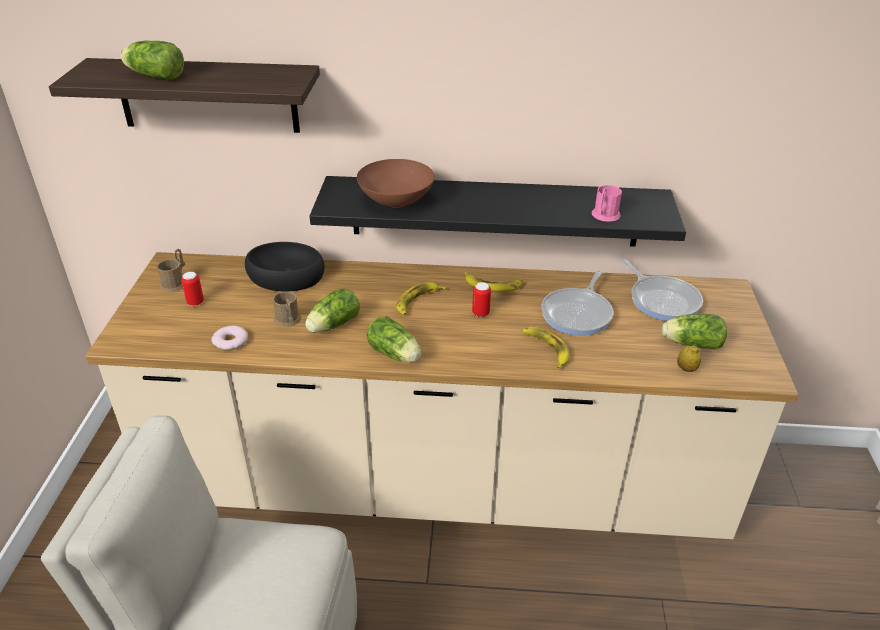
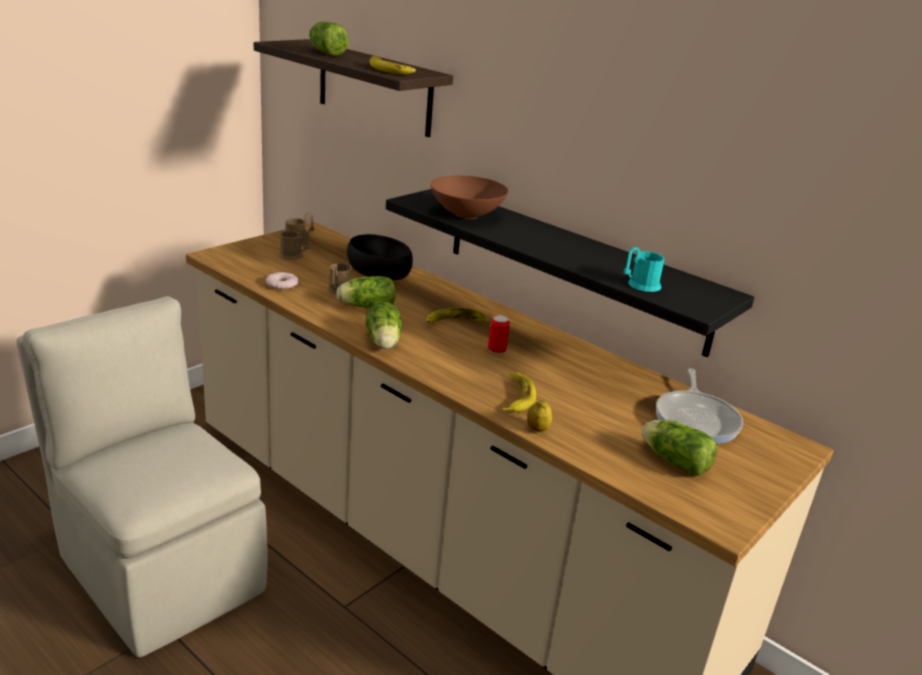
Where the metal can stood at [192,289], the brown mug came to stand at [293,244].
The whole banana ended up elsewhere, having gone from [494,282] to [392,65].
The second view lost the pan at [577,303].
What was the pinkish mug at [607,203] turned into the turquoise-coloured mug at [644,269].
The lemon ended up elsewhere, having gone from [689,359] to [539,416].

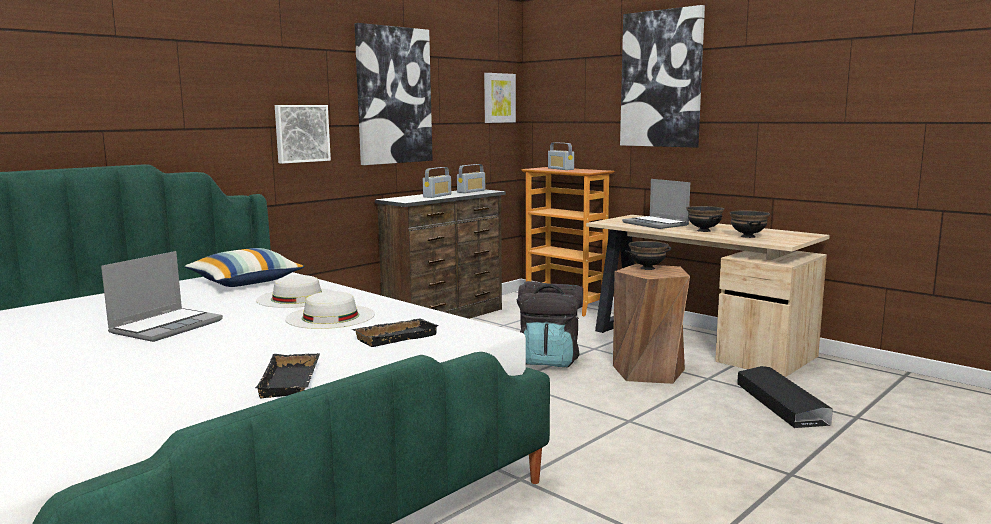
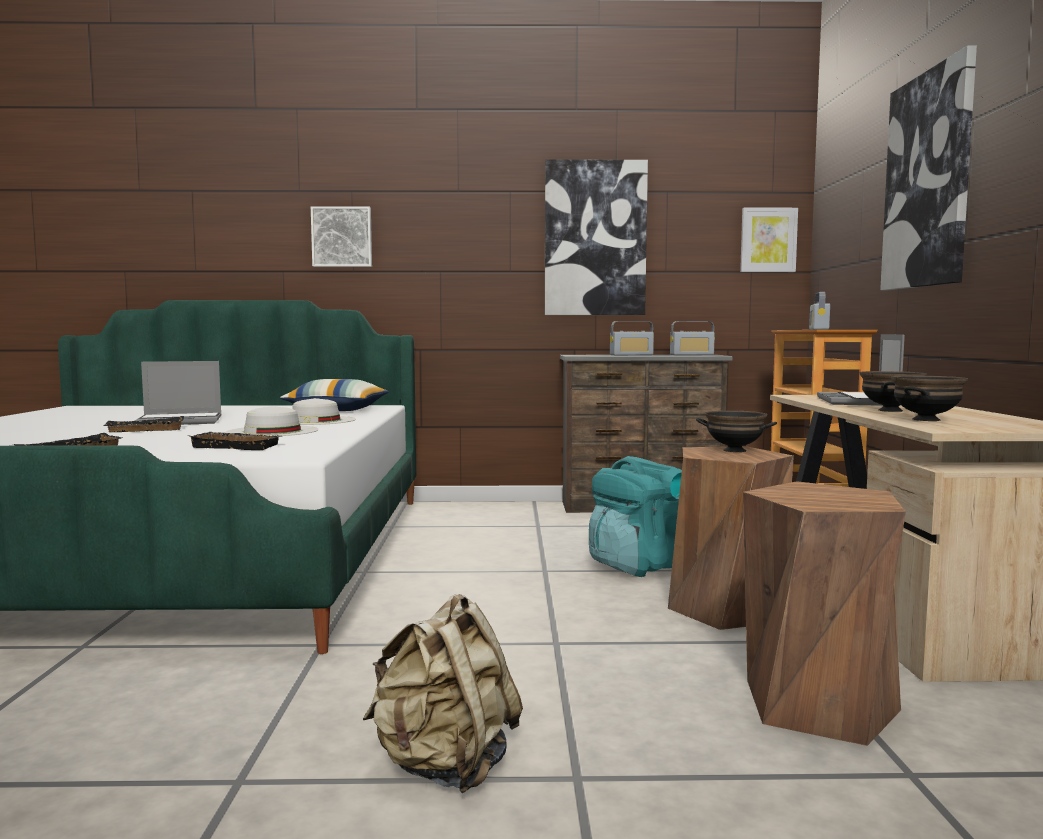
The picture ended up elsewhere, having gone from [303,134] to [341,236].
What was the blackish knapsack at [550,324] turned into the turquoise-coloured knapsack at [635,516].
Where the blackish storage bin stood at [785,397], the brown sitting stool came to stand at [824,613].
The second view gained the blackish tray at [144,424].
The second view gained the sand-coloured knapsack at [443,693].

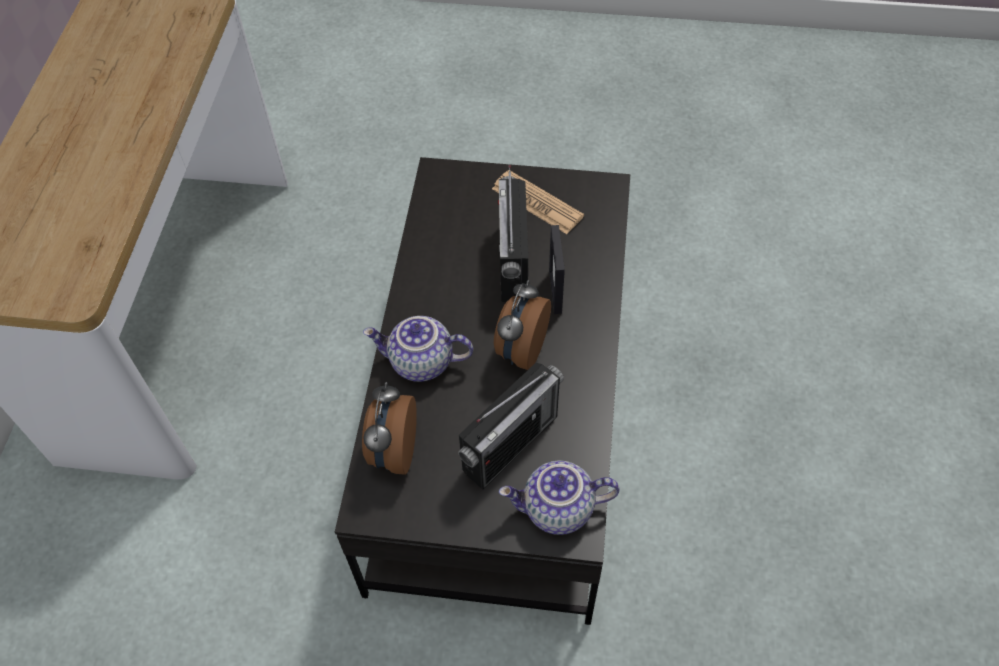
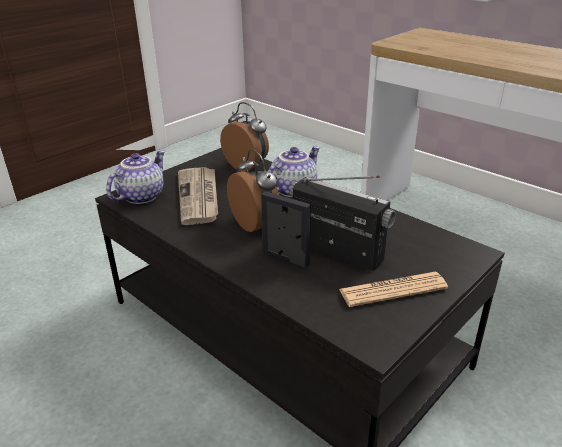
Where the radio stood at [511,426], the daily paper came to stand at [198,196].

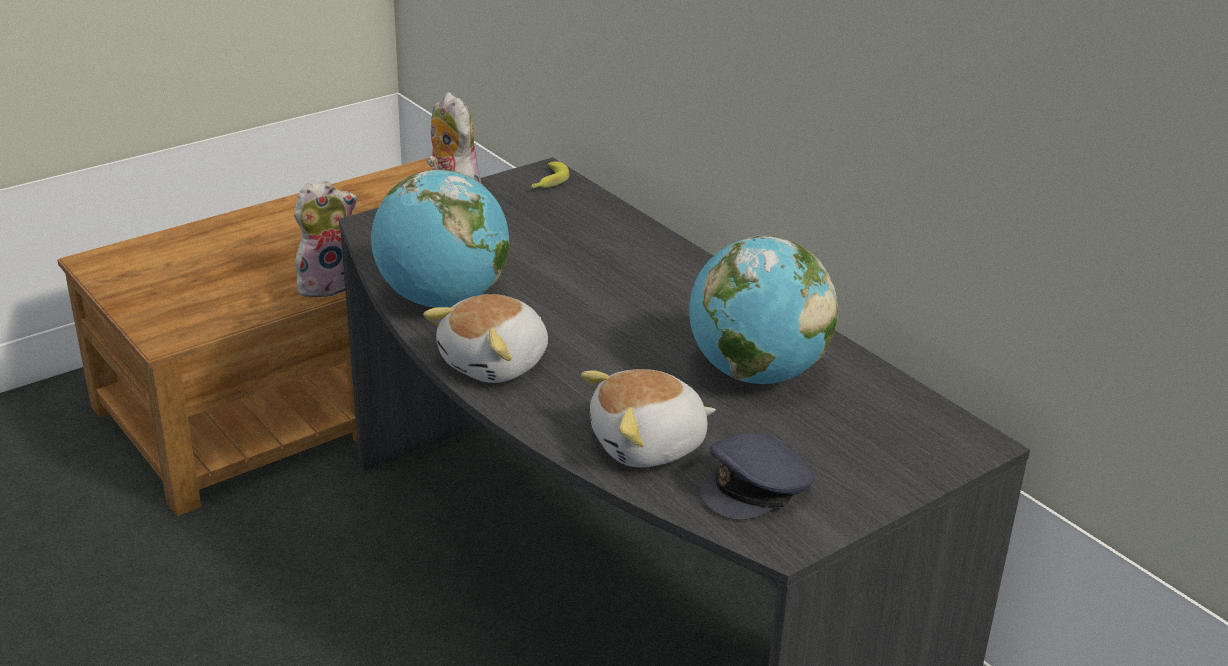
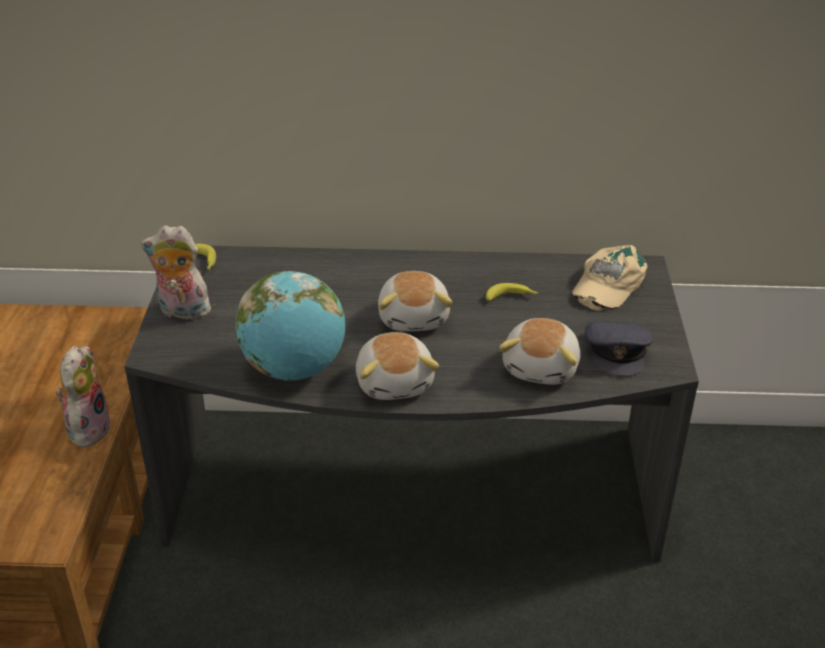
Where the desk globe stood at [763,310], the whole banana came to stand at [512,292].
The second view gained the soft toy at [415,301].
The second view gained the sand-coloured peaked cap at [610,278].

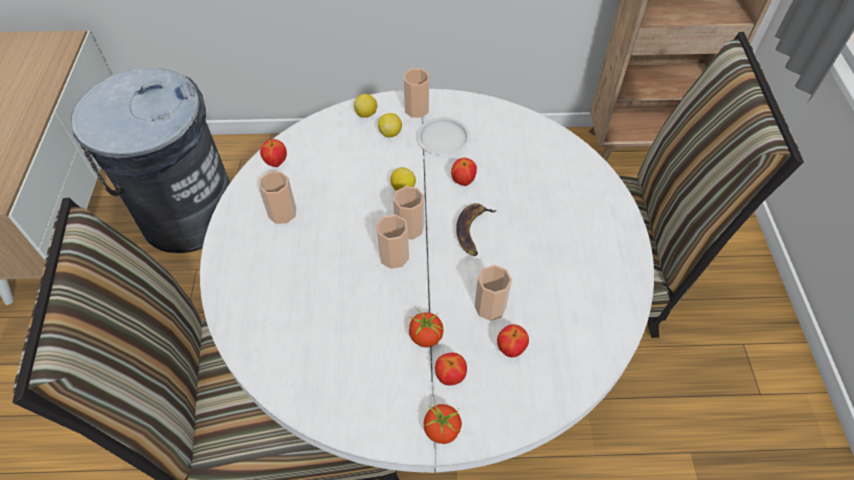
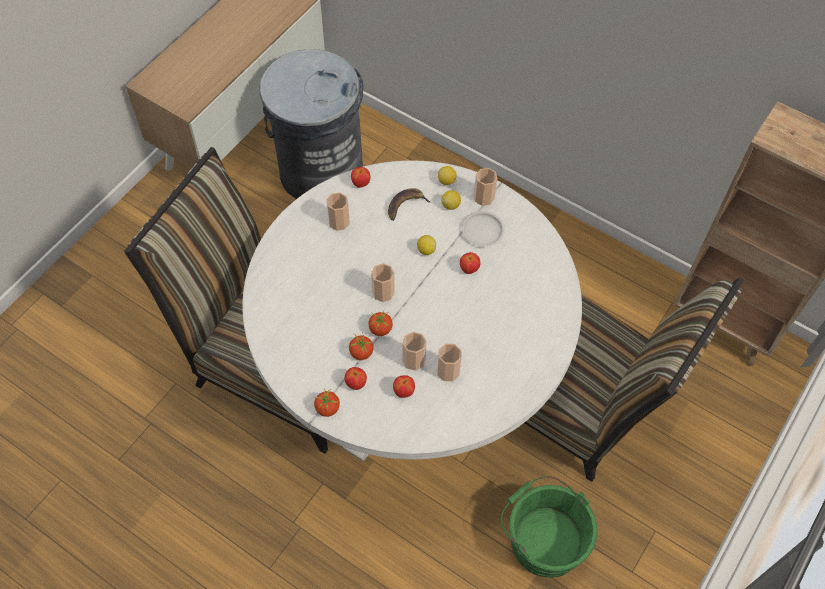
The cup ended up elsewhere, having gone from [408,213] to [449,362].
The whole banana ended up elsewhere, having gone from [476,229] to [409,204].
The second view gained the tomato at [380,323].
The second view gained the green water bucket at [549,527].

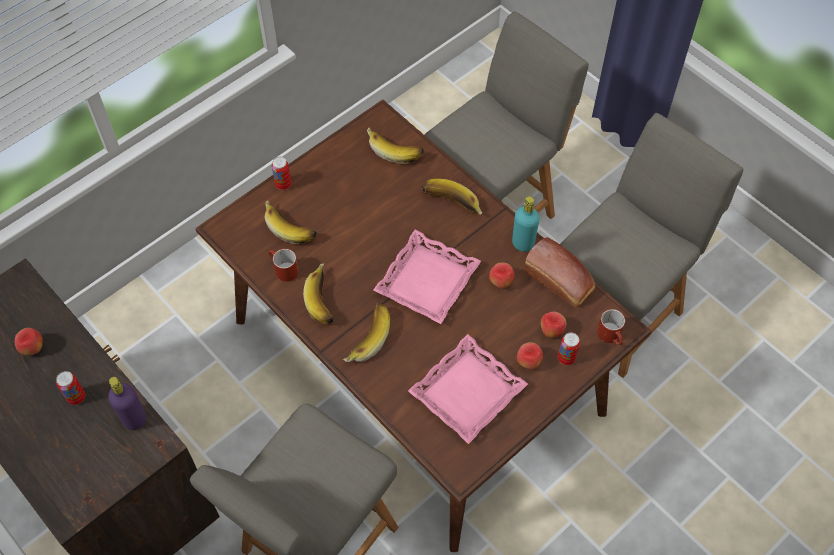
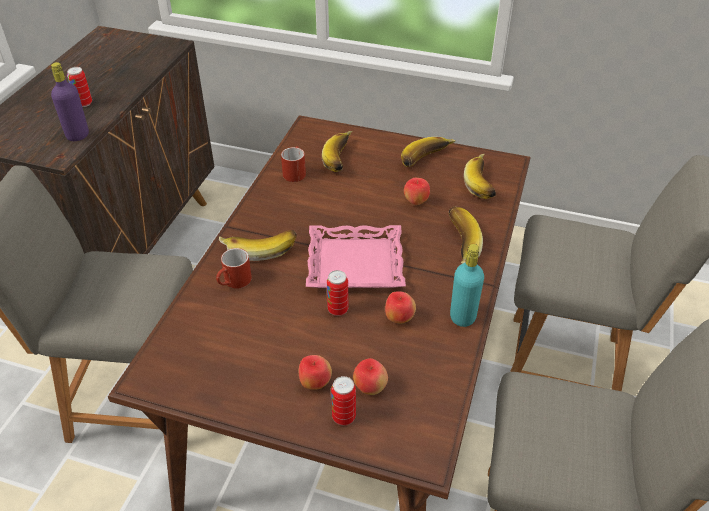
The apple ended up elsewhere, having gone from [29,341] to [417,191].
The metal can ended up elsewhere, having gone from [281,173] to [337,293].
The whole banana ended up elsewhere, having gone from [318,293] to [428,152].
The second view lost the pinkish tray at [468,389].
The second view lost the baked bread at [560,272].
The reddish mug ended up elsewhere, having gone from [611,327] to [234,268].

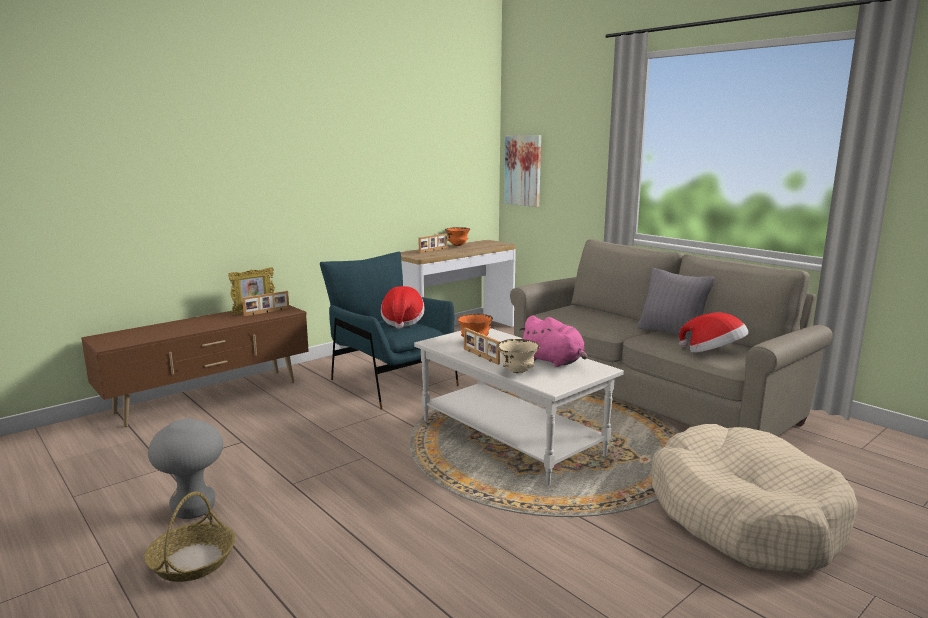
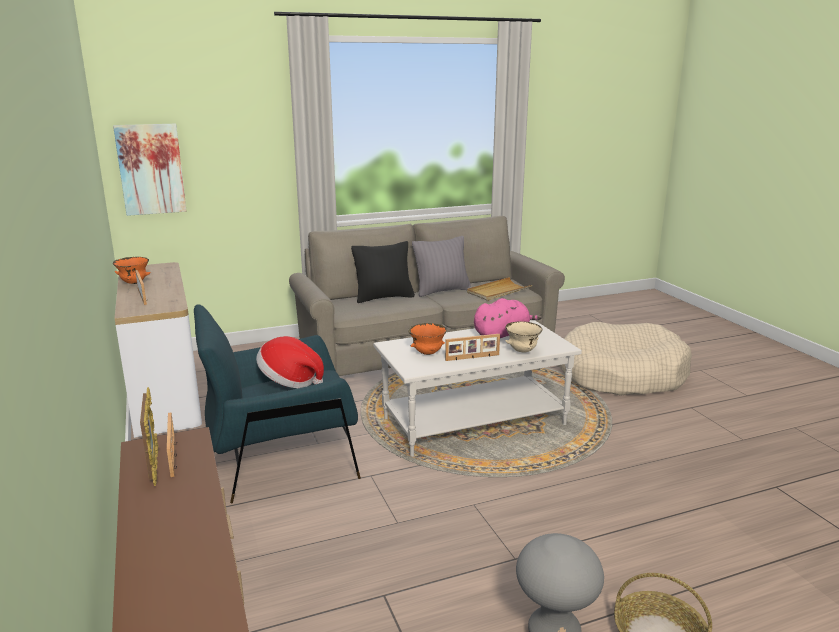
Where the wearable hat stood at [714,333], the sand-coloured tray came to stand at [499,289].
The second view gained the blackish cushion at [383,272].

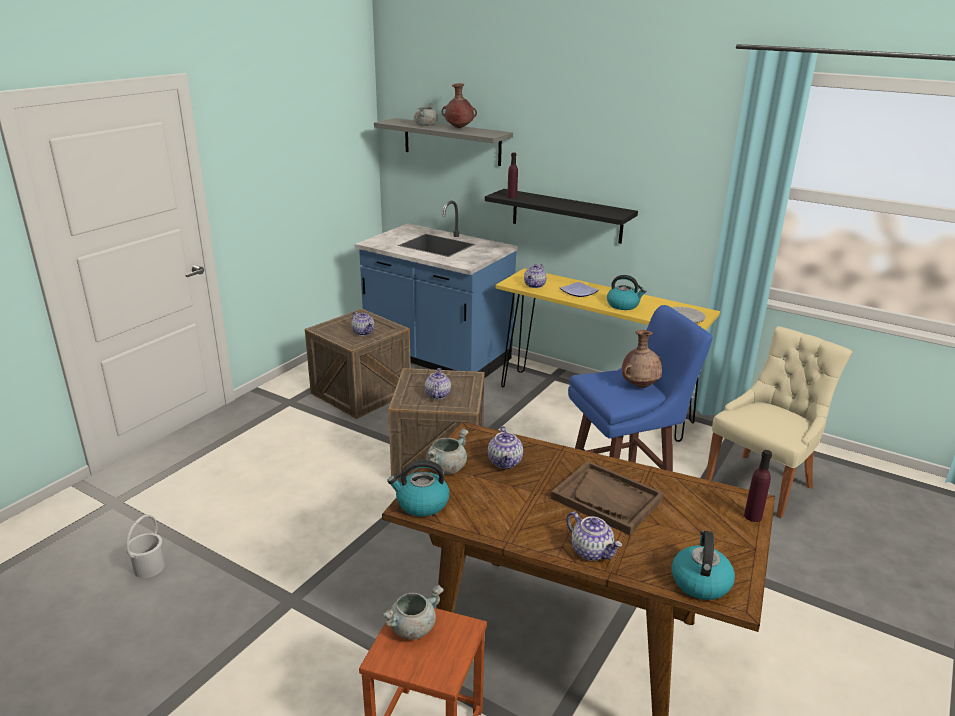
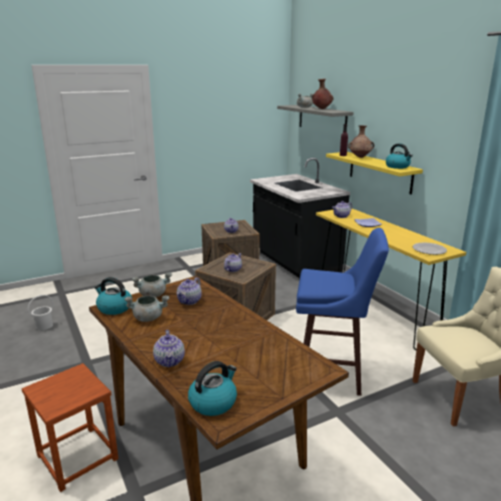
What was the bluish kitchen counter at [436,289] turned into the blackish kitchen counter at [300,218].
The grey cooking pot ended up elsewhere, having gone from [413,612] to [147,309].
What was the blackish shelf at [561,216] turned into the yellow-coloured shelf at [374,173].
The second view lost the brown tray at [607,498].
The kettle ended up elsewhere, having gone from [626,292] to [399,156].
The brown vase ended up elsewhere, having gone from [642,359] to [361,141].
The second view lost the purplish drink bottle at [758,486].

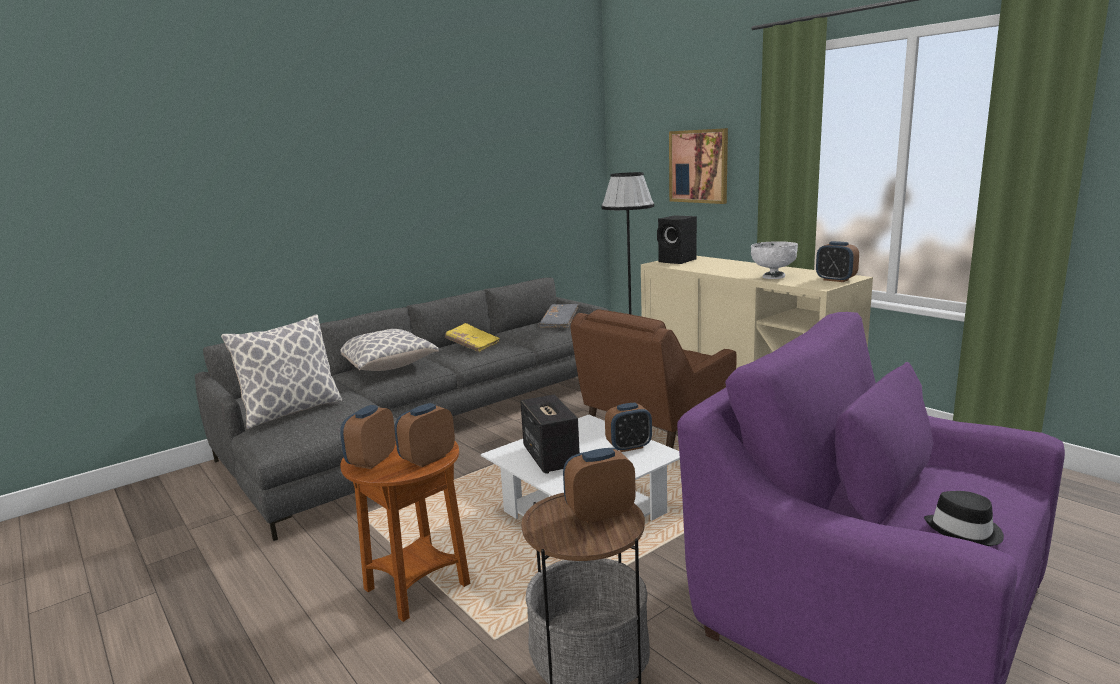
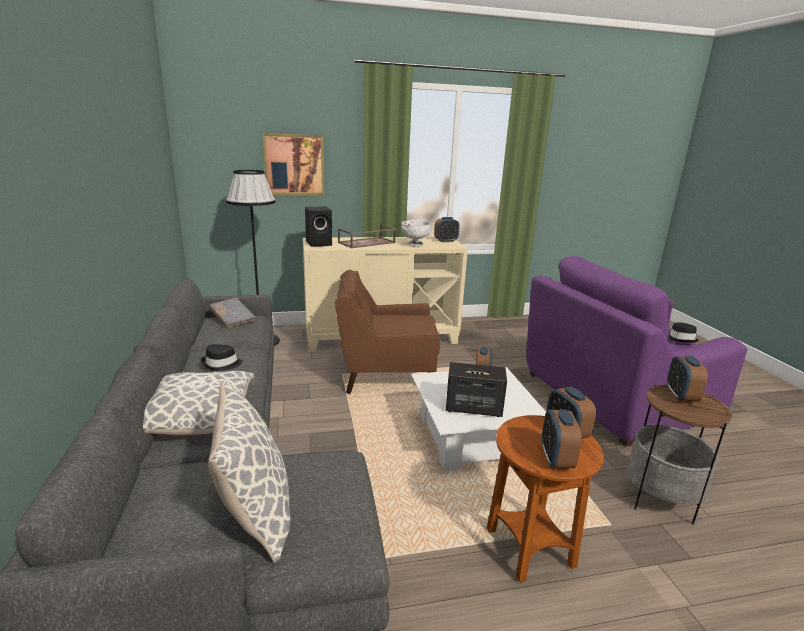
The table clock at [368,437] ended up facing another way, 45 degrees clockwise from before.
Where the yellow-coloured bound book stood at [472,338], the blackish wearable hat came to stand at [222,357].
The brown easy chair at [653,378] ended up facing another way, 105 degrees clockwise from before.
The second view gained the brown tray at [367,236].

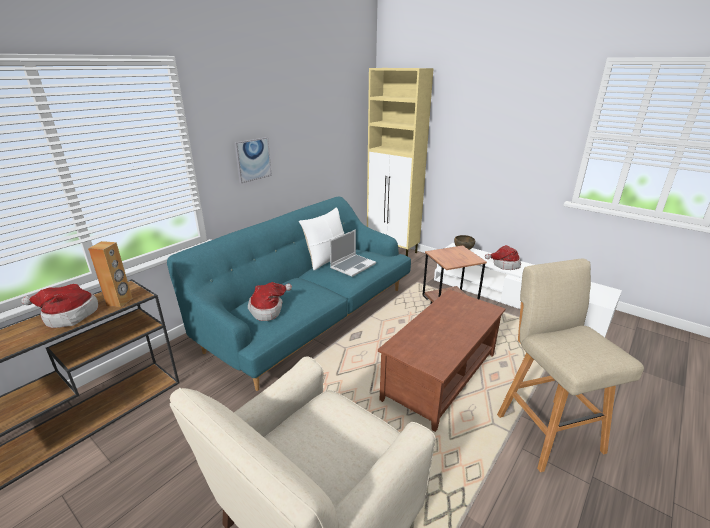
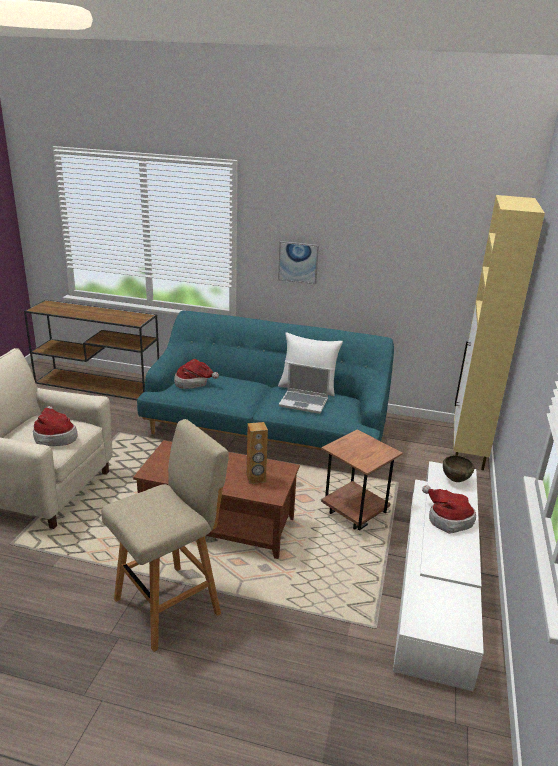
The wearable hat ended up elsewhere, having gone from [59,306] to [55,426].
The brown speaker ended up elsewhere, having gone from [110,274] to [257,453].

